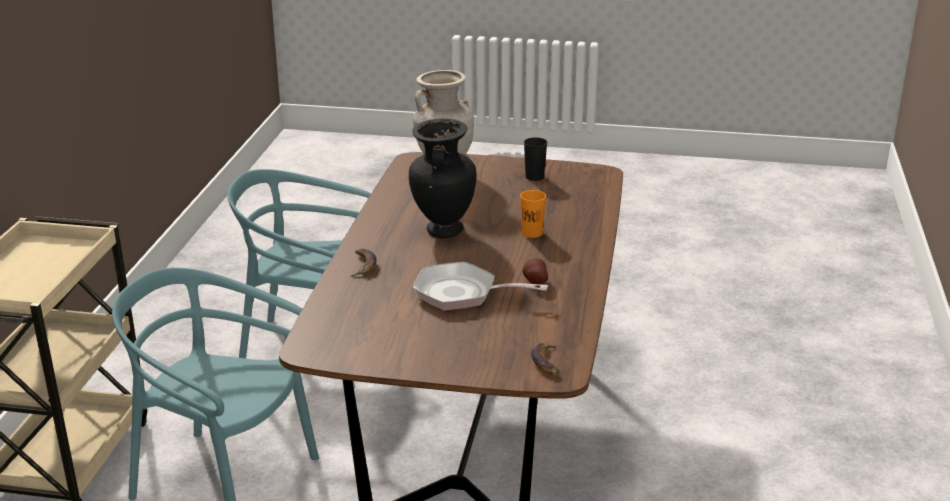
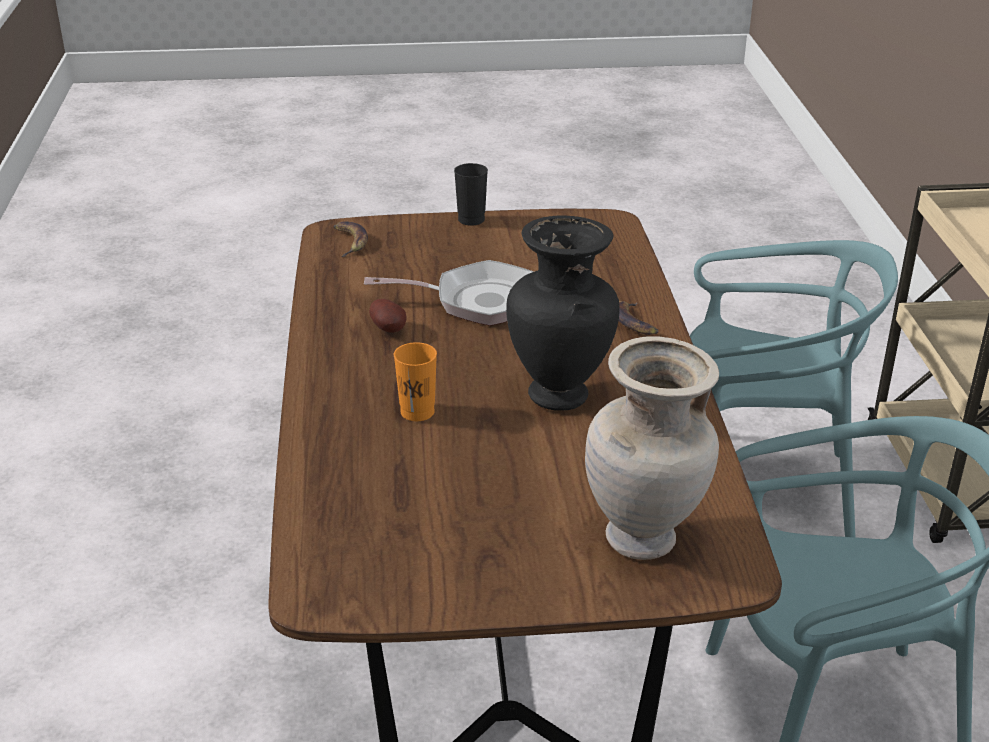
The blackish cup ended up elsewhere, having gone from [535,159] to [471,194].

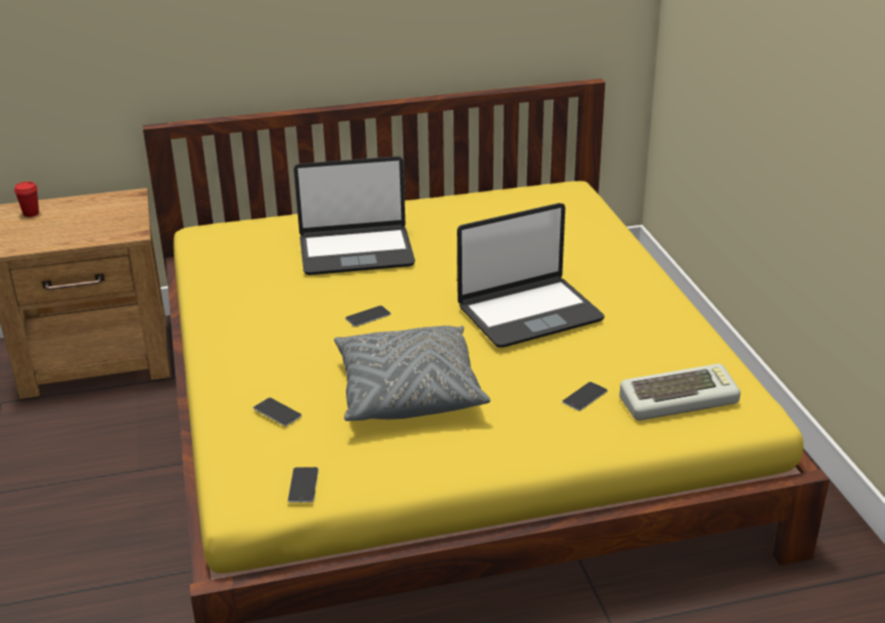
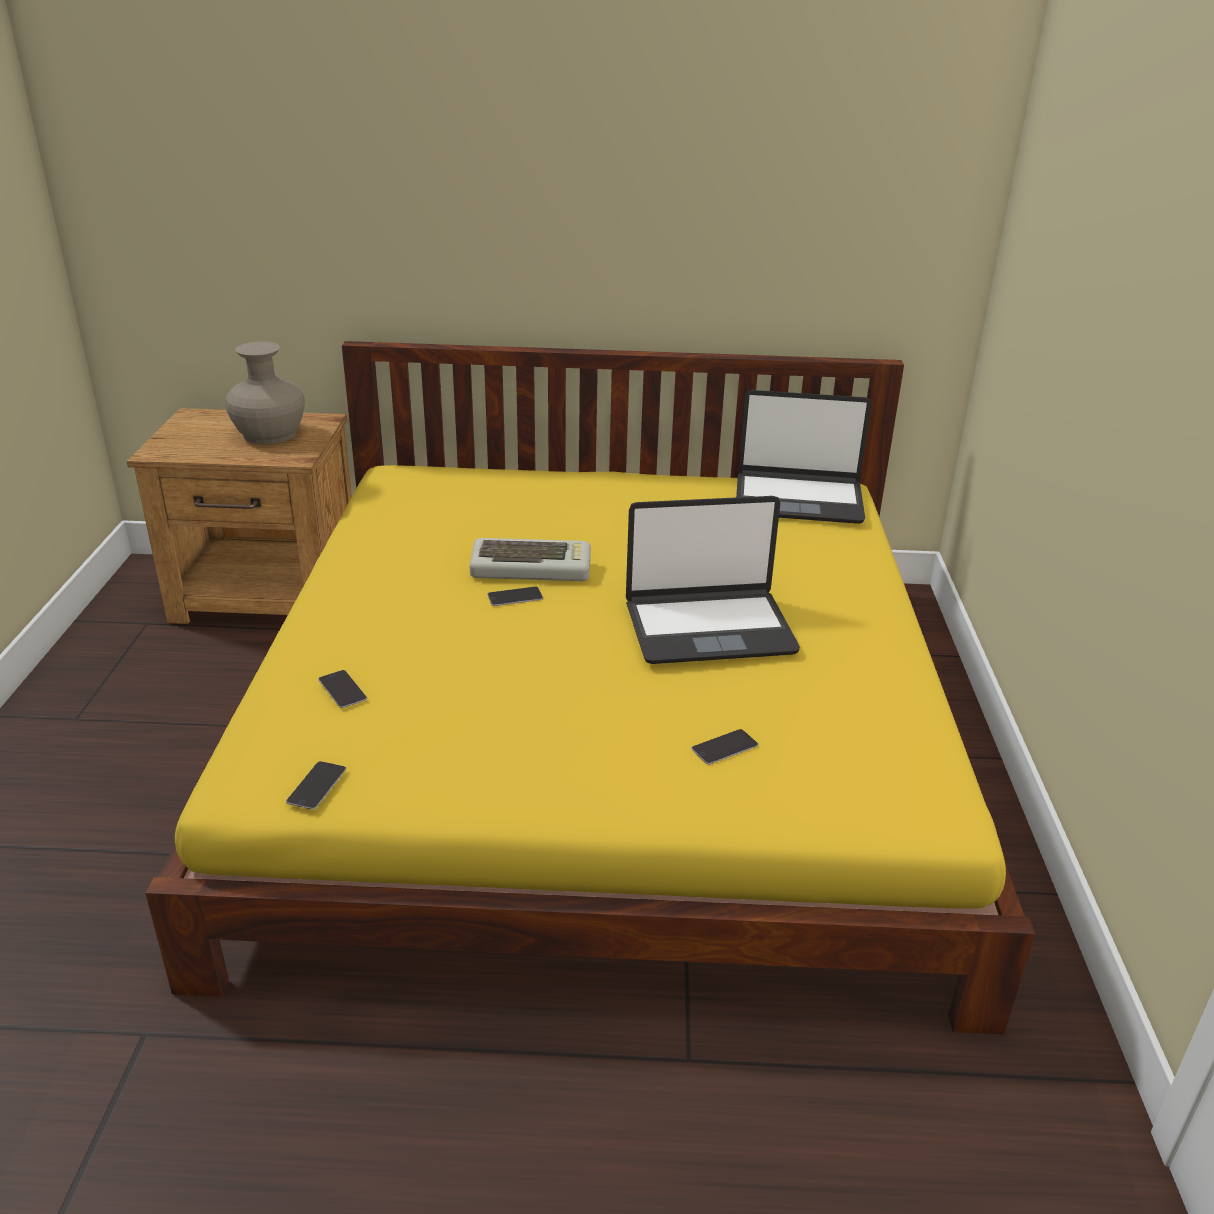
The second view lost the reddish cup at [26,199].
The laptop ended up elsewhere, having gone from [354,215] to [804,457].
The second view lost the grey cushion at [412,373].
The computer keyboard ended up elsewhere, having gone from [680,392] to [530,559].
The second view gained the sand-coloured vase at [265,392].

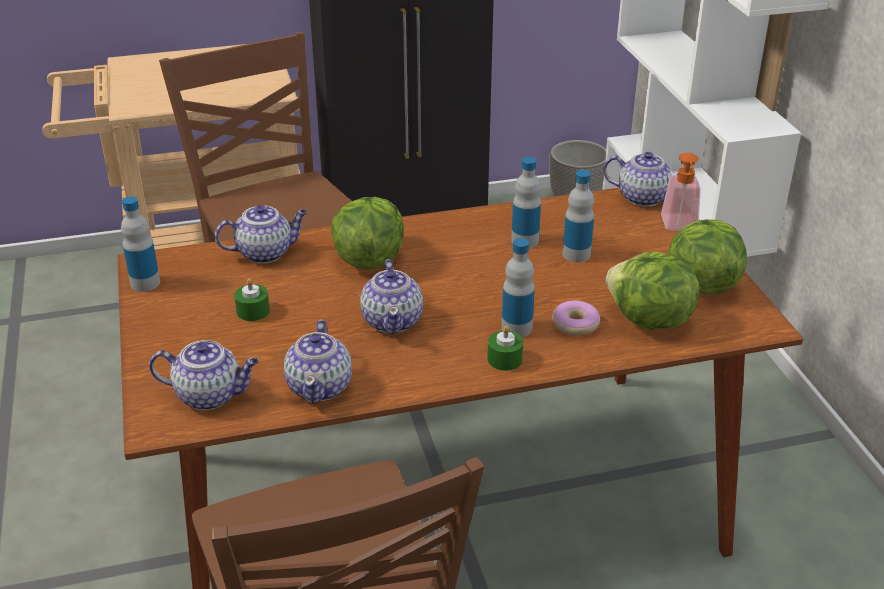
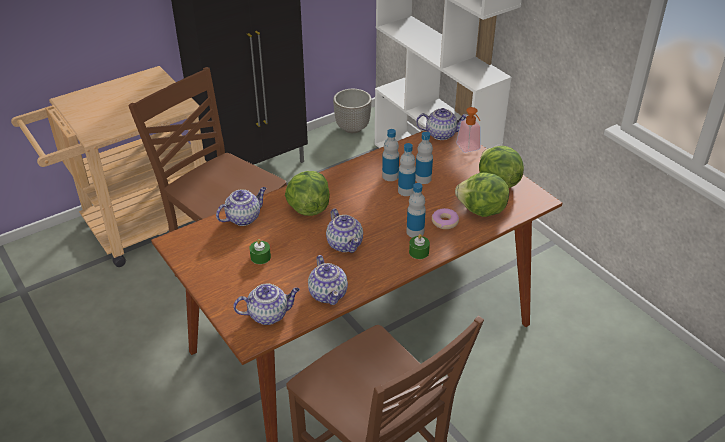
The drink bottle ended up elsewhere, having gone from [140,244] to [407,169].

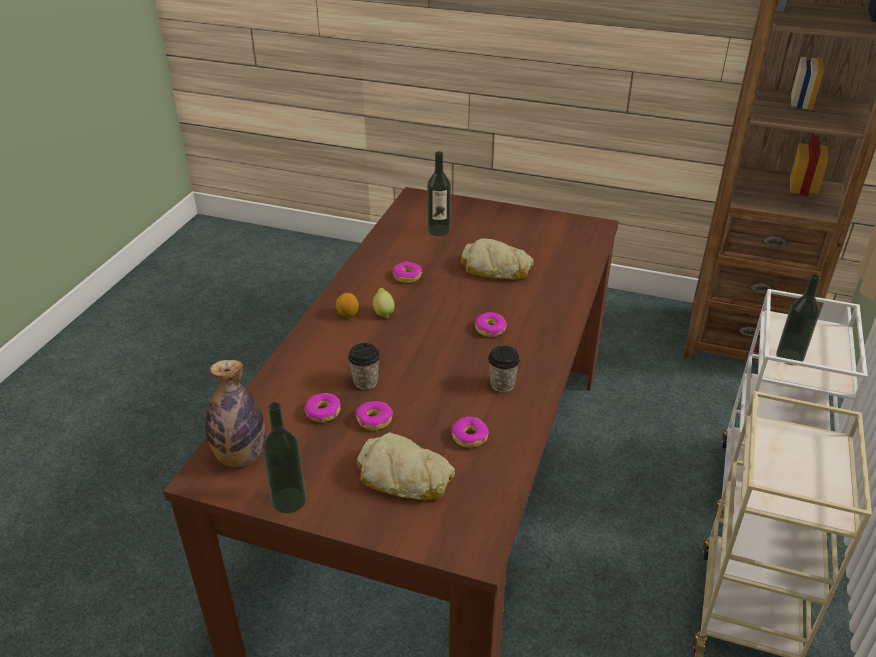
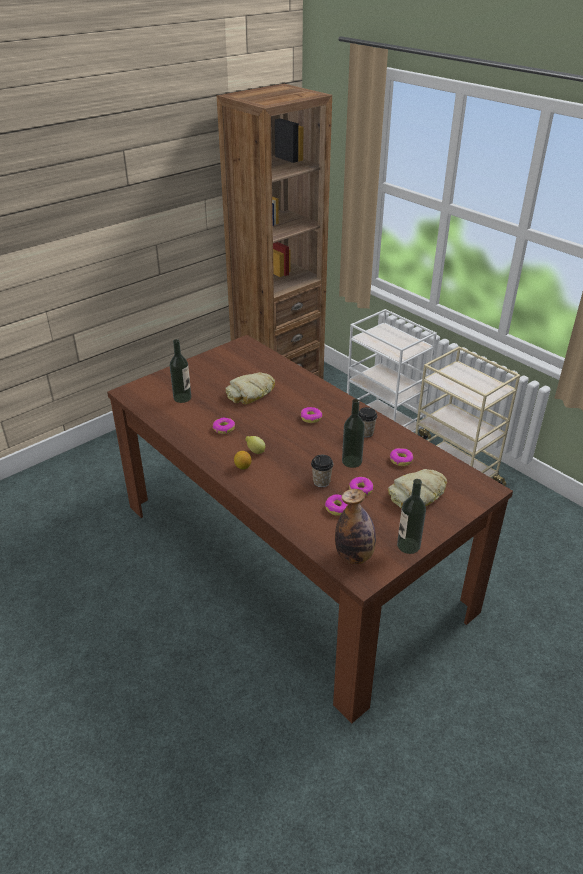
The drink bottle ended up elsewhere, having gone from [798,319] to [353,433].

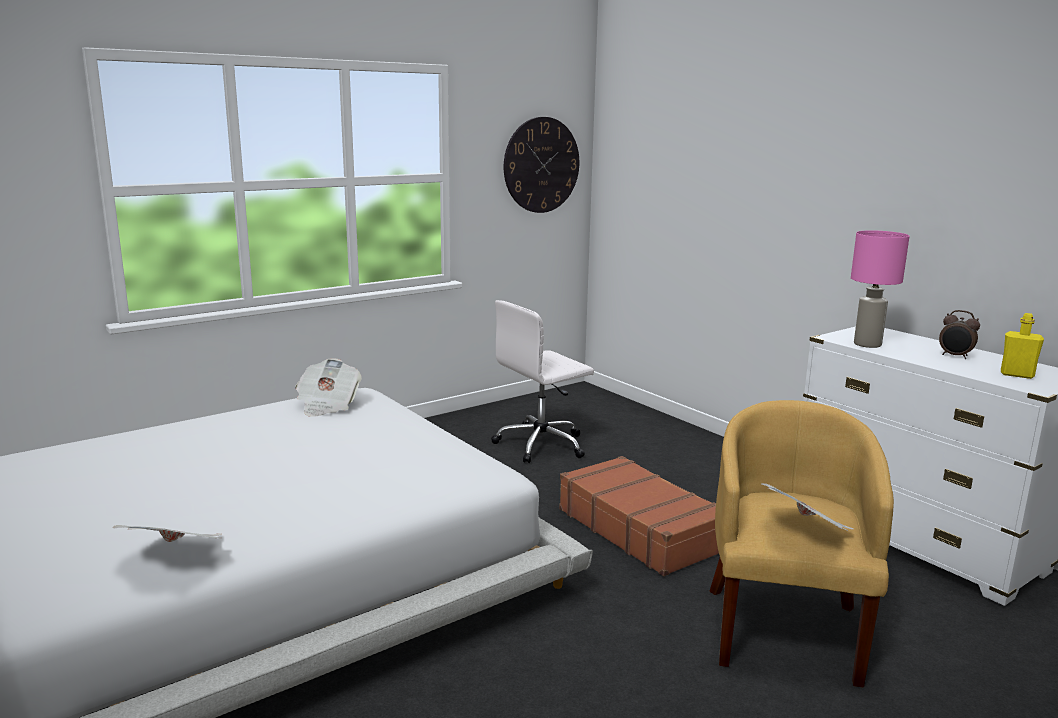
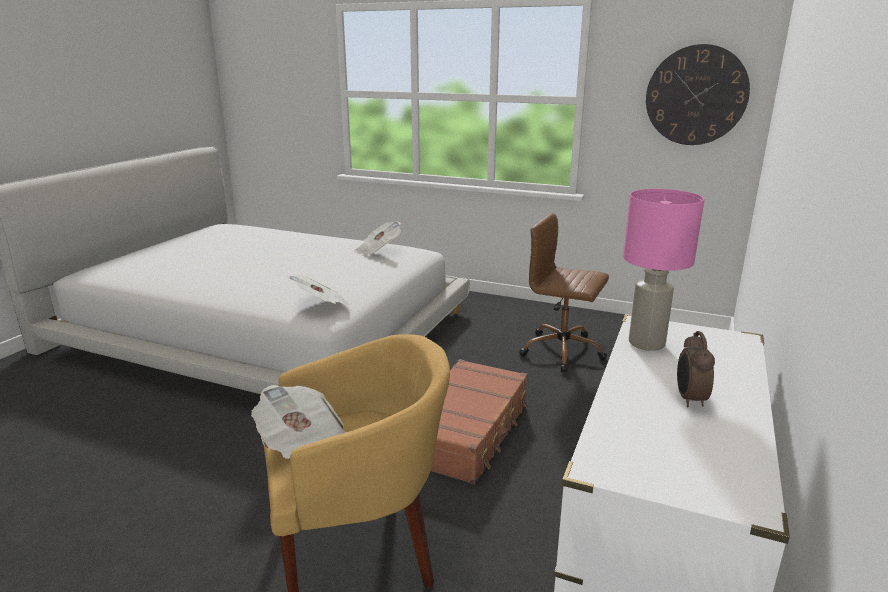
The daily paper ended up elsewhere, having gone from [167,533] to [319,290].
What was the white-coloured computer chair at [542,381] turned into the brown computer chair at [564,293].
The second view lost the yellow-coloured drink bottle at [1022,346].

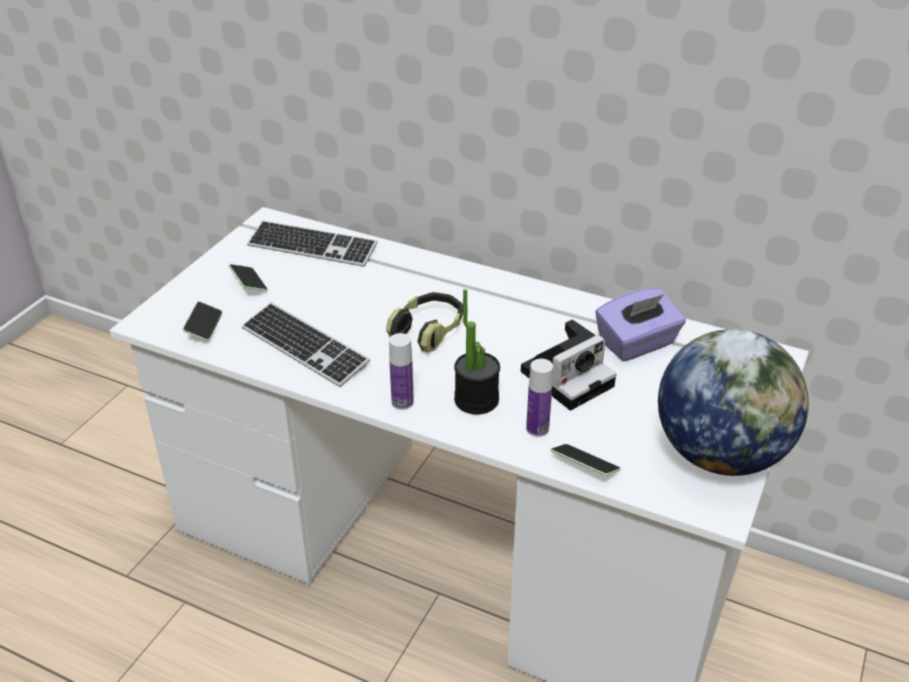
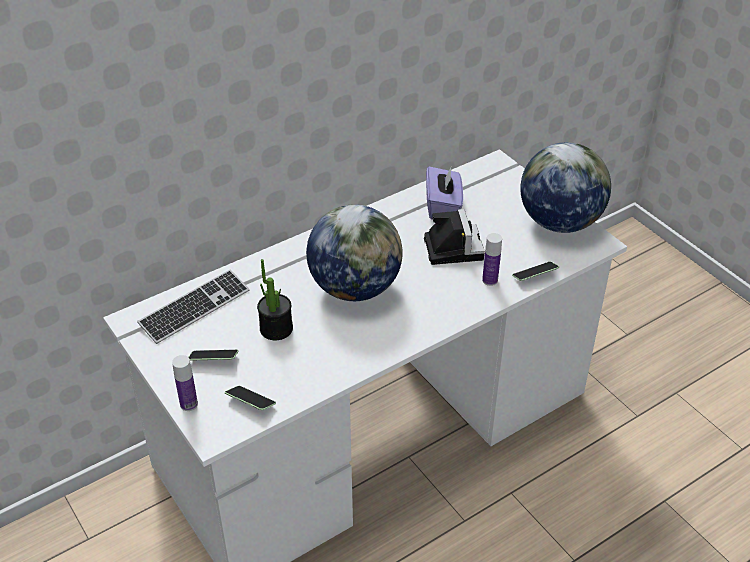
The second view lost the computer keyboard at [306,344].
Where the pair of headphones stood at [424,322], the desk globe came to stand at [354,252].
The drink bottle ended up elsewhere, having gone from [401,371] to [185,383].
The houseplant ended up elsewhere, having gone from [477,352] to [275,299].

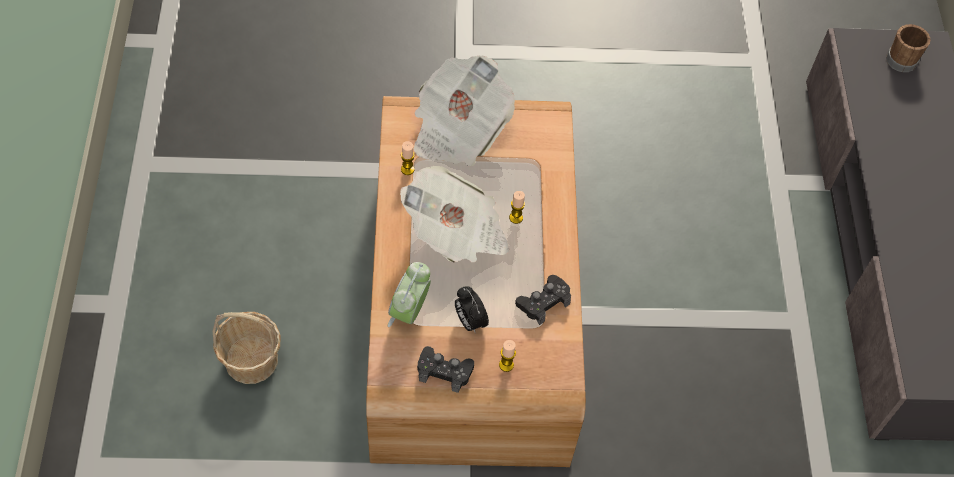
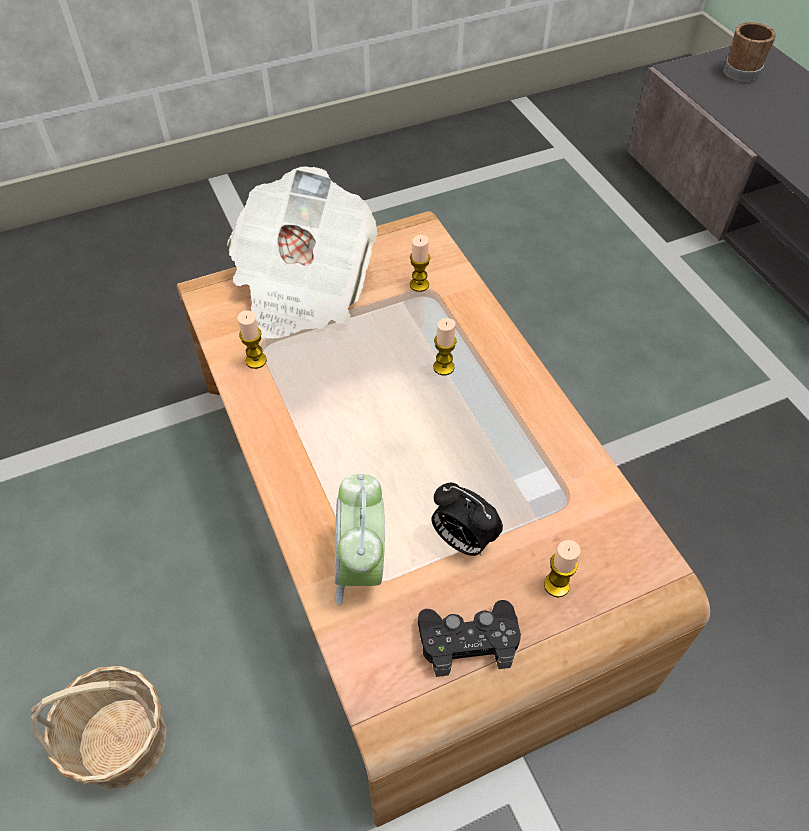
The second view lost the daily paper at [455,214].
The second view lost the blackish gamepad at [543,300].
The second view gained the wax light at [420,263].

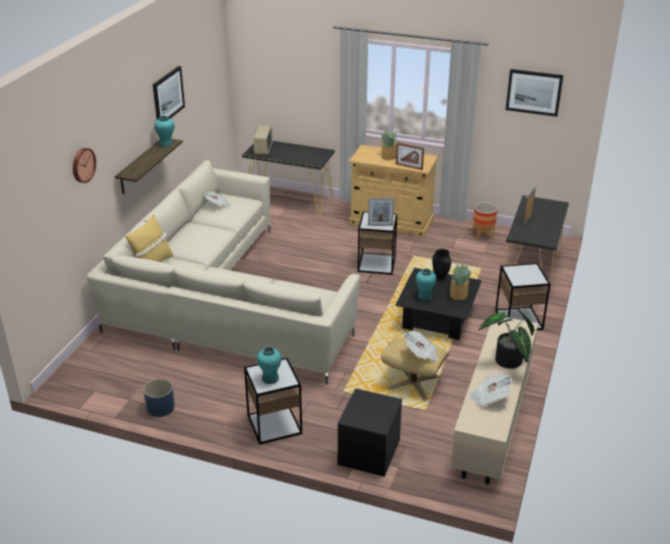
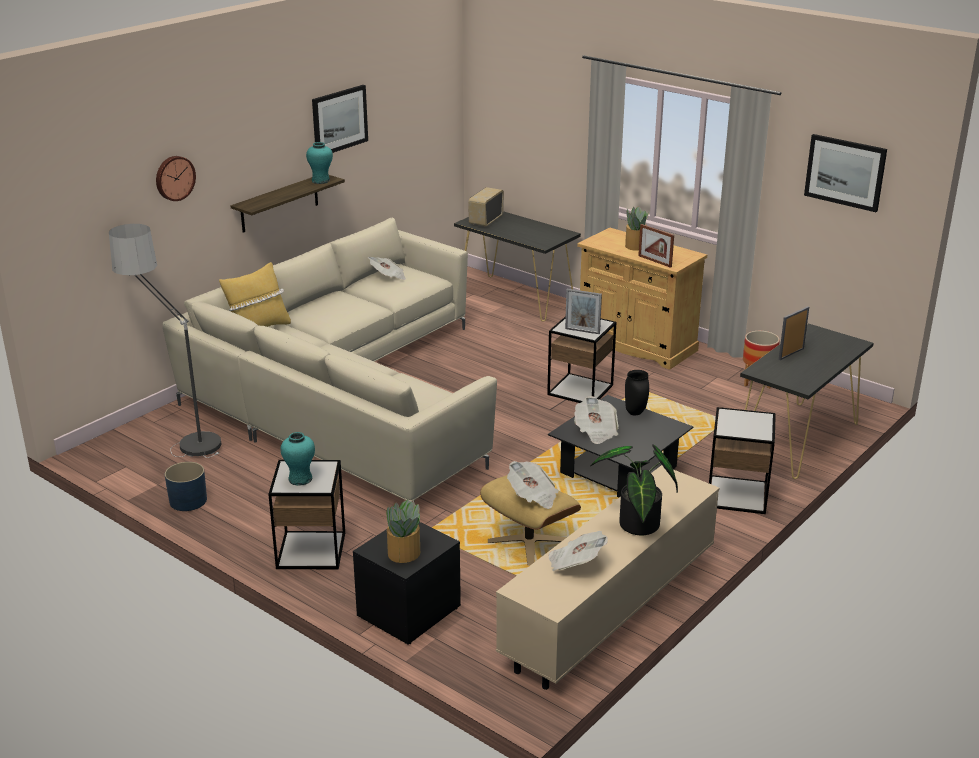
Where the turquoise-coloured vase stood at [426,285], the daily paper came to stand at [596,420].
The houseplant ended up elsewhere, having gone from [460,282] to [403,531].
The second view gained the standing lamp at [165,341].

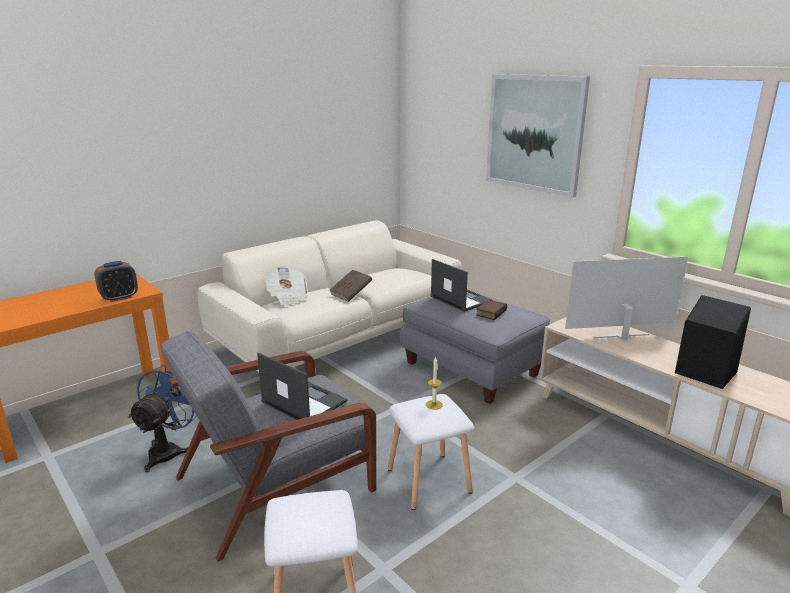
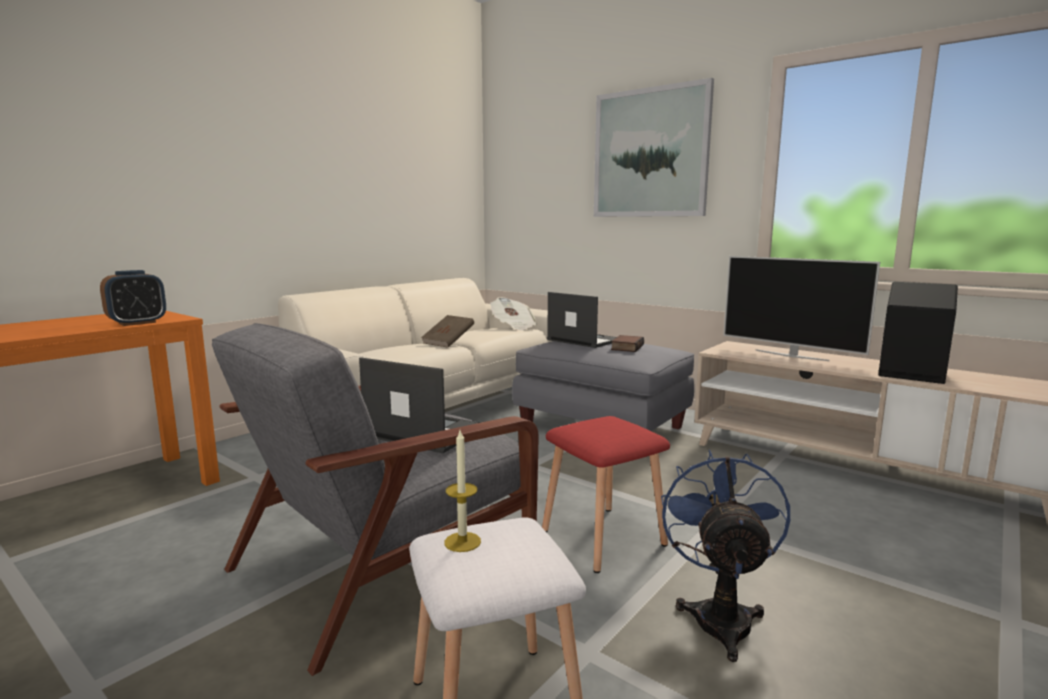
The bluish cooling fan ended up elsewhere, having gone from [162,418] to [725,555].
The daily paper ended up elsewhere, having gone from [286,286] to [513,314].
What was the white-coloured sitting stool at [431,452] turned into the reddish sitting stool at [606,494].
The wax light ended up elsewhere, having gone from [434,383] to [462,491].
The TV set at [626,298] ended up facing another way, 120 degrees counterclockwise from before.

